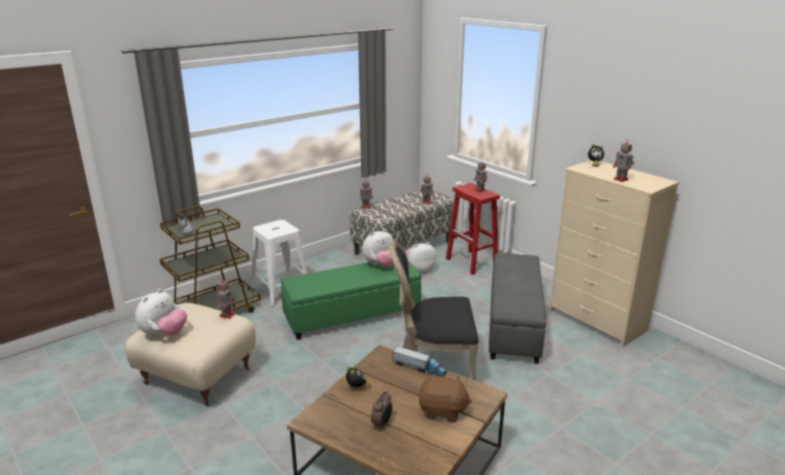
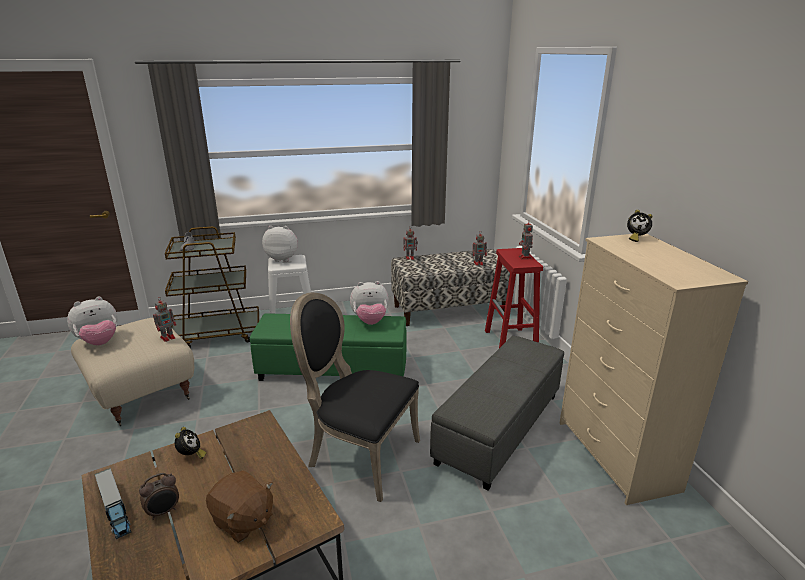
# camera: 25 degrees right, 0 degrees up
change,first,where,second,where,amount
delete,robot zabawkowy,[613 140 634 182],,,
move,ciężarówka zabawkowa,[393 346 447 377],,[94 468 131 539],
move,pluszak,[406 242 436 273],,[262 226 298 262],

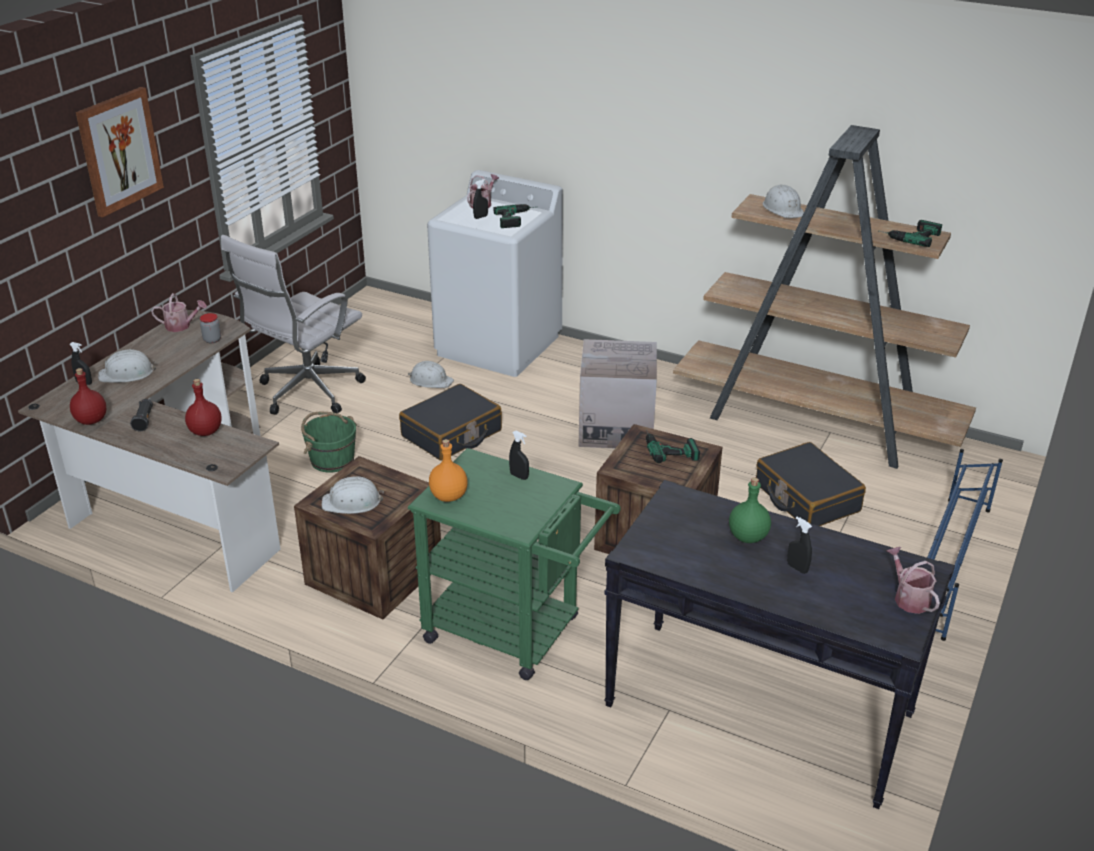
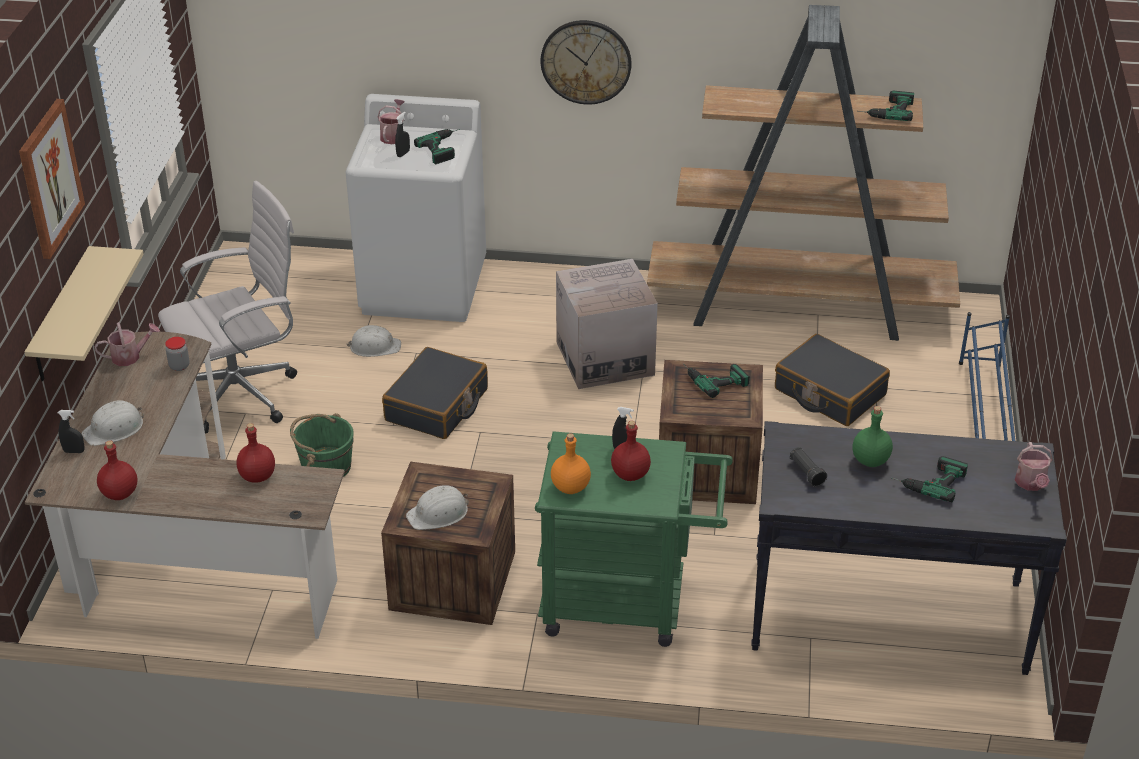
# camera: 20 degrees left, 5 degrees up
change,first,where,second,where,amount
delete,kask (biały),[763 185 804 219],,,
insert,,,półka (beżowy),[25 246 144 381],
insert,,,zegar ścienny,[541 20 632 105],
insert,,,butelka (czerwony),[611 421 651 481],
move,latarka (czarny),[130 399 153 431],,[790 447 827 487],
replace,spryskiwacz (czarny),[787 517 812 574],wiertarka,[890 456 968 502],
rotate,krzesło biurowe (biały),[221 235 366 415],,[158 181 297 433],135 degrees counterclockwise
rotate,konewka,[887 547 940 614],,[1015 442 1053 491],135 degrees counterclockwise

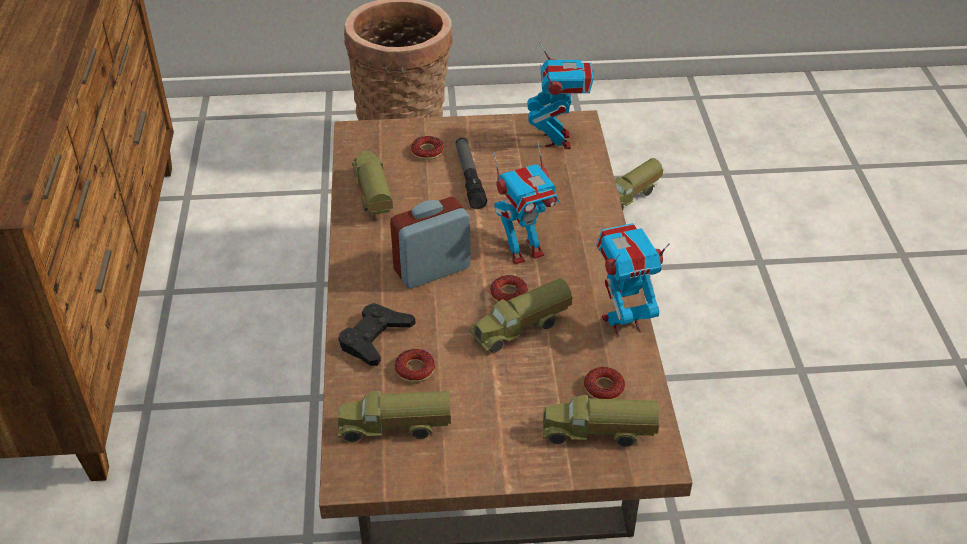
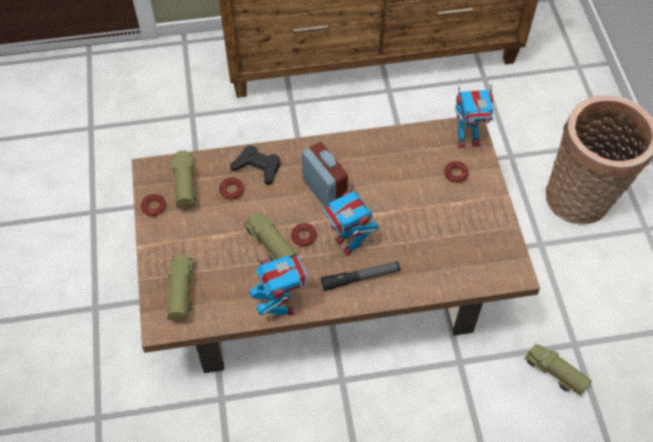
# camera: 85 degrees right, 15 degrees up
change,first,where,second,where,amount
delete,ciężarówka zabawkowa,[352 151 393 215],,,
move,latarka,[456 138 487 209],,[321 261 400 291],
move,robot zabawkowy,[528 41 594 149],,[455 75 493 148],
move,donut,[584 367 625 399],,[141 194 166 217],

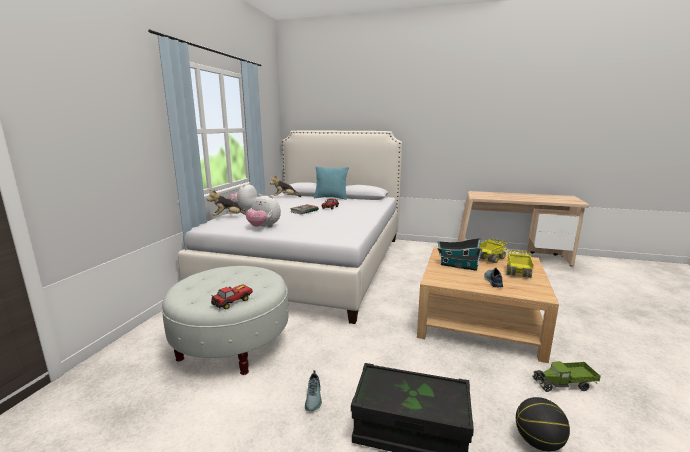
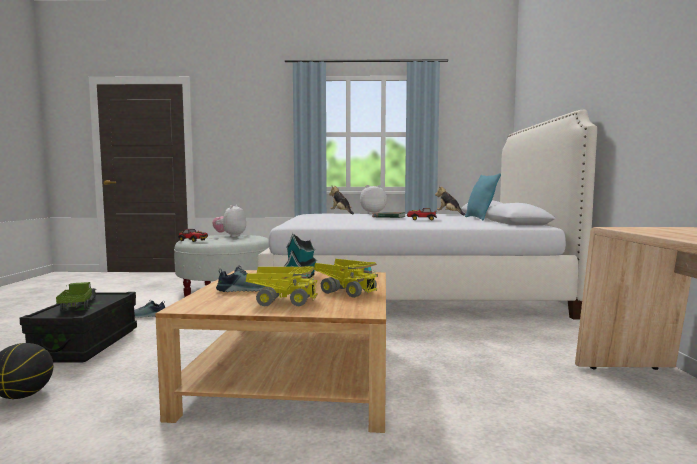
# camera: 75 degrees right, 10 degrees down
change,first,where,second,where,amount
move,pluszak,[246 194 281 227],,[212 205 246 237],
move,ciężarówka zabawkowa,[532 361 601 392],,[56 282 96 312],

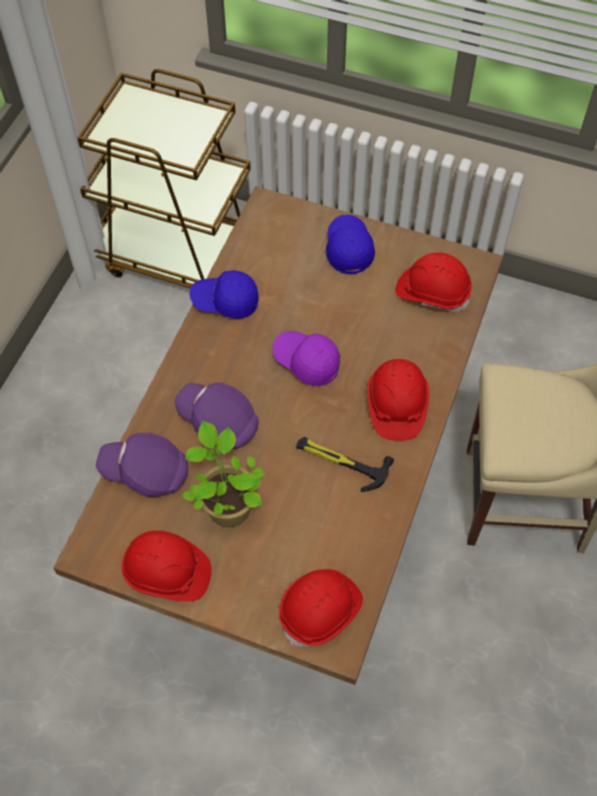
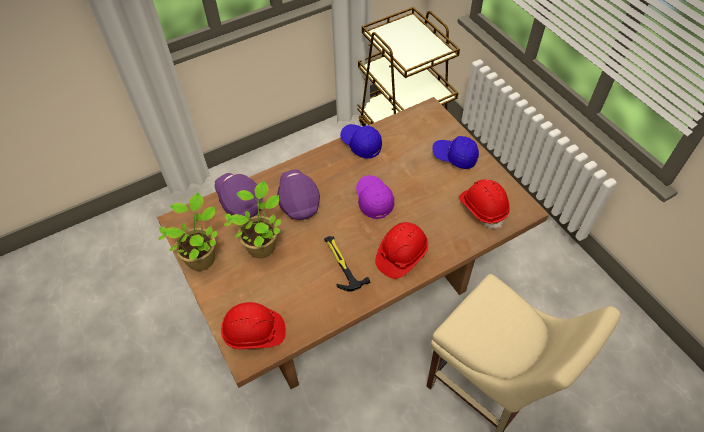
# camera: 40 degrees right, 5 degrees down
change,first,where,second,where,amount
replace,kask (czerwony),[121 531 212 602],roślina doniczkowa,[158 193 217 271],
rotate,czapka z daszkiem (niebieski),[326 214 375 274],,[432 136 479 169],105 degrees counterclockwise

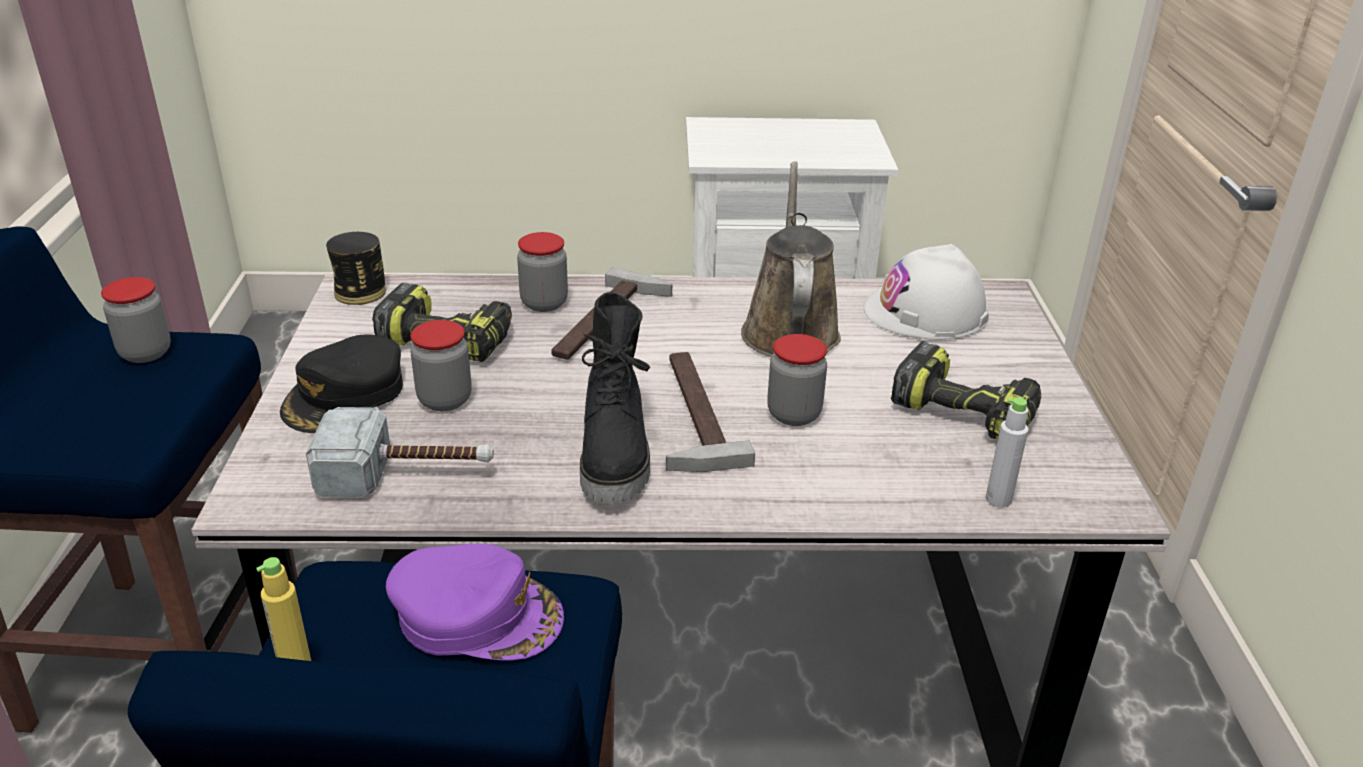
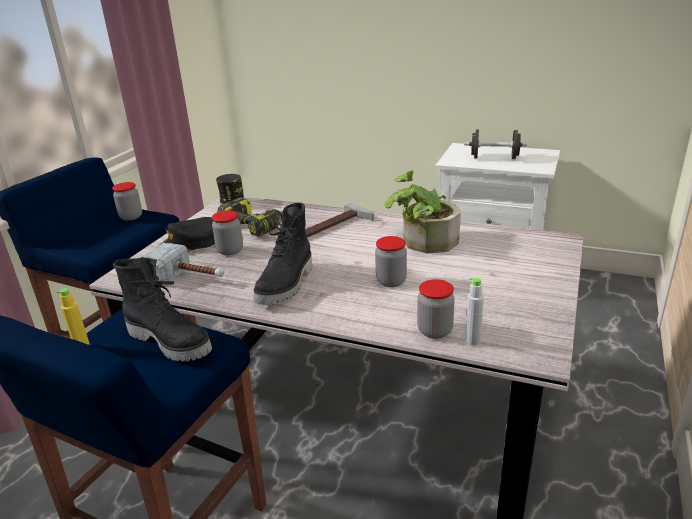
# camera: 25 degrees right, 5 degrees down
change,first,where,second,where,amount
delete,młotek,[666 352 755 472],,,
delete,kask (biały),[863 244 989 340],,,
delete,wiertarka,[891 341 1041 440],,,
insert,,,hantel (czarny),[465 130 527 159],
move,słoik,[517 232 568 312],,[417 279 455 339],
replace,czapka z daszkiem (fioletowy),[386 544 564 660],but z cholewką (czarny),[113 257 212 361],
replace,konewka (brązowy),[741 161 841 357],roślina doniczkowa,[384 170 461 253],

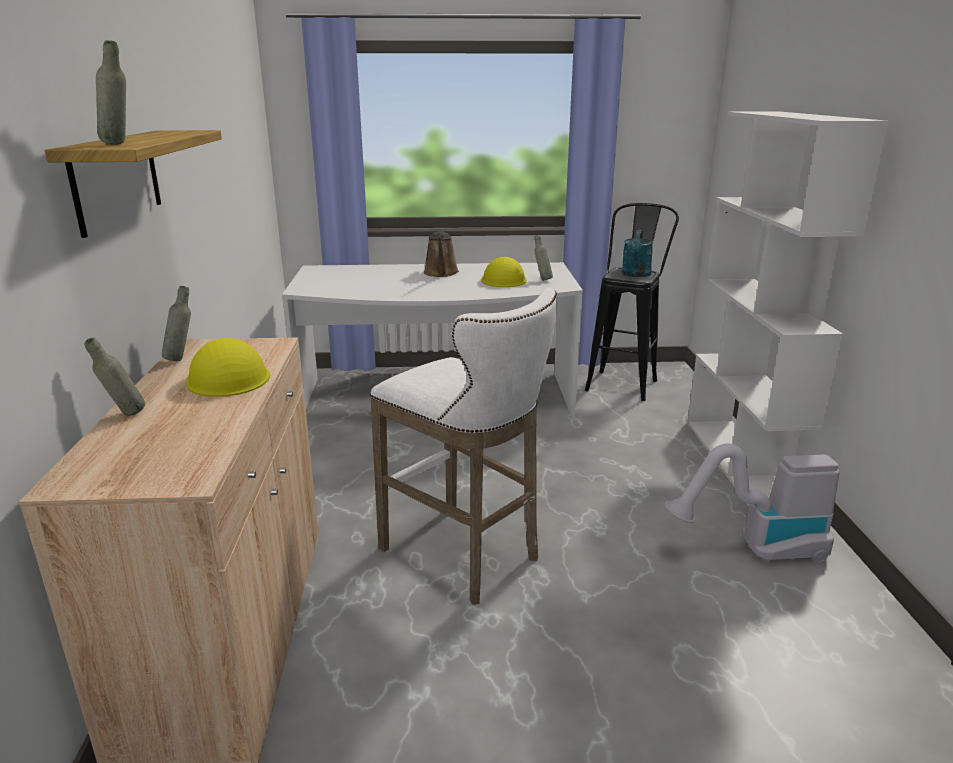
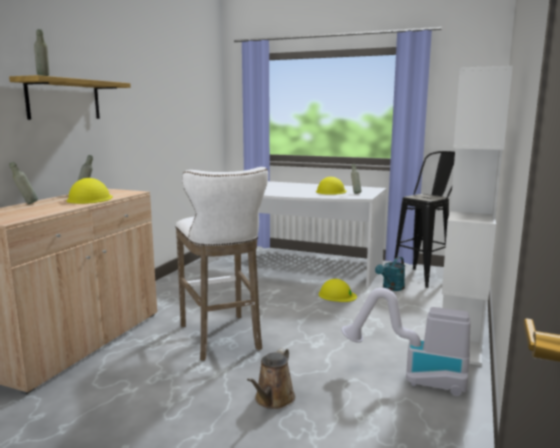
# camera: 25 degrees right, 10 degrees down
change,first,where,second,where,amount
insert,,,kask (żółty),[319 279 357 302],
move,konewka (brązowy),[424 231 459 277],,[247 348 295 409],
move,konewka (turkusowy),[621 230 654 277],,[375 257 405 291],

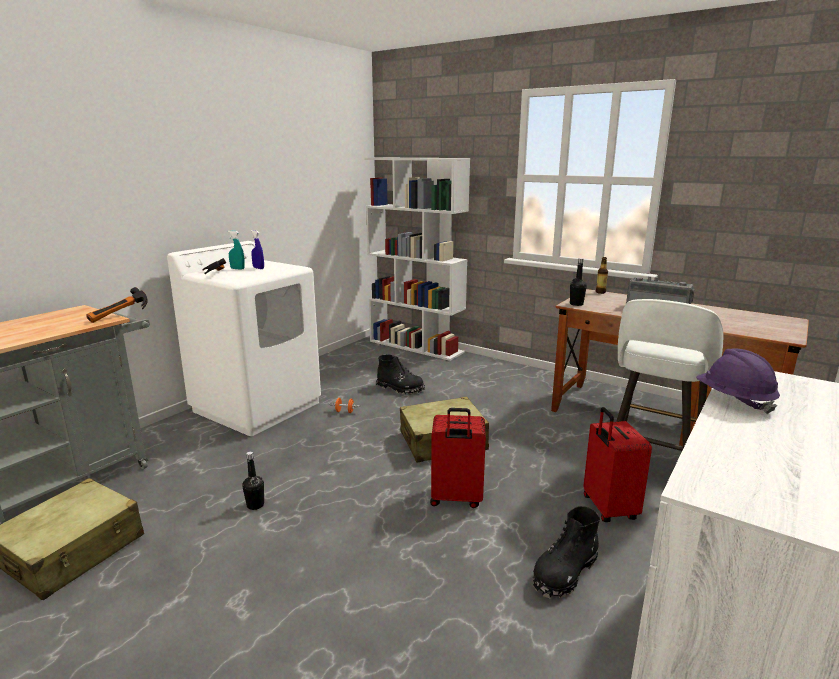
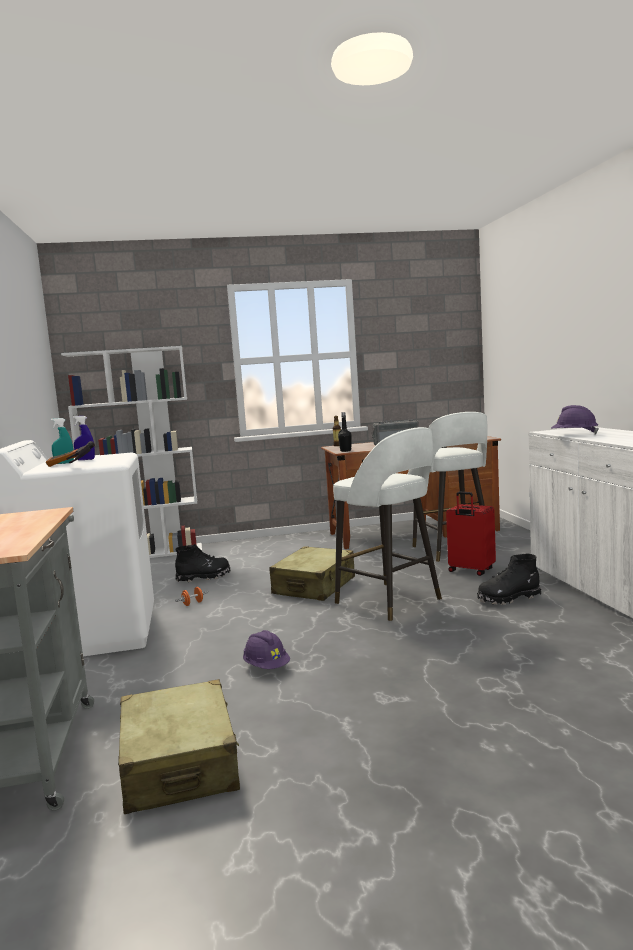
# camera: 45 degrees left, 10 degrees down
change,first,where,second,where,amount
delete,młotek,[86 287 147 323],,,
replace,butelka (czarny),[242 452 264 510],kask (fioletowy),[243 630 290 669],
replace,walizka (czerwony),[430 408 486 508],stołek (biały),[333 427 442 621],
rotate,but z cholewką (czarny),[533 506 600 598],,[477 553 541 605],75 degrees clockwise

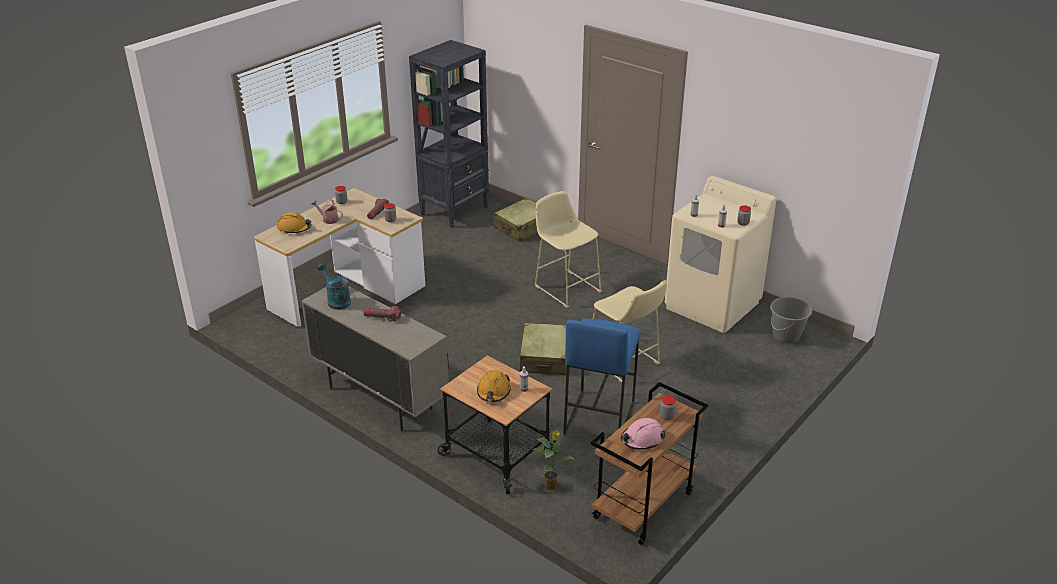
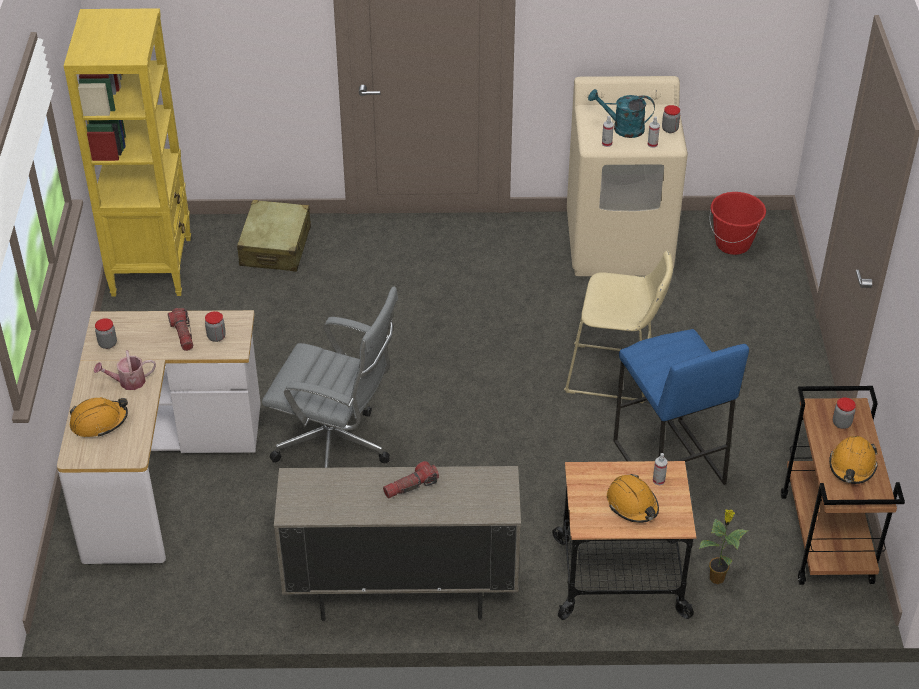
# camera: 40 degrees left, 10 degrees up
change,first,where,second,where,amount
delete,walizka (beżowy),[520 323 566 375],,,
delete,stołek (beżowy),[535 191 602 308],,,
insert,,,krzesło biurowe (szary),[262 286 398 468],
move,konewka (turkusowy),[317 263 351 310],,[588 89 655 138],
recolor,regał (czarny),[409 40 489 228],regał (żółty),[64 8 191 297],
recolor,kask (różowy),[621 418 665 450],kask (pomarańczowy),[829 436 878 484],
recolor,wiadro (szary),[770 297 812 344],wiadro (czerwony),[710 192 766 255],

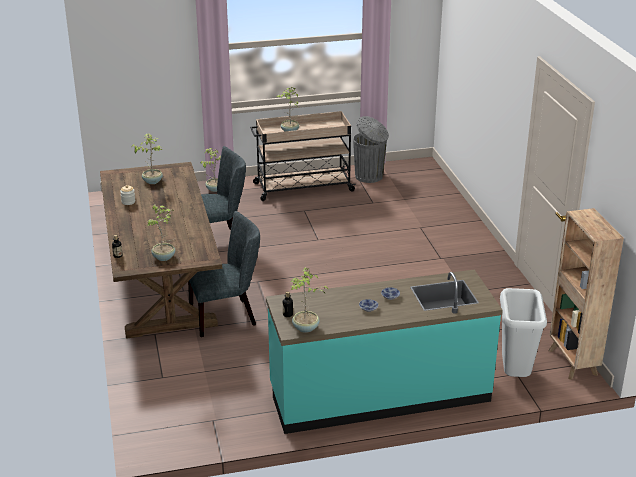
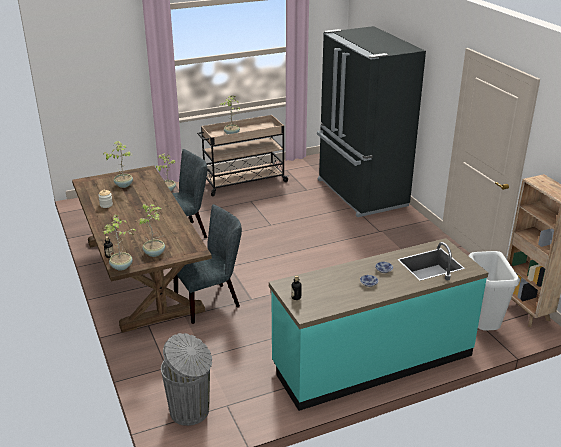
# camera: 10 degrees left, 0 degrees up
change,first,where,second,where,amount
insert,,,lodówka (czarny),[317 26 426 217],
move,roślina doniczkowa,[291 267 329 333],,[103 214 137 271],
move,kosz na śmieci (szary),[353 116 389 183],,[161 333 212 426],

